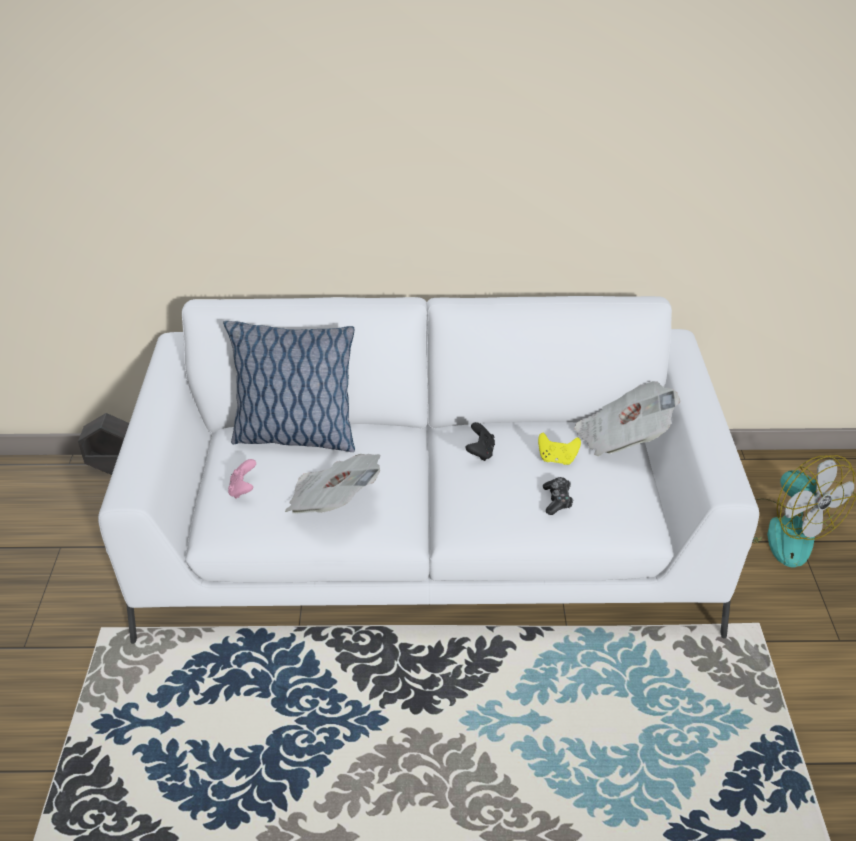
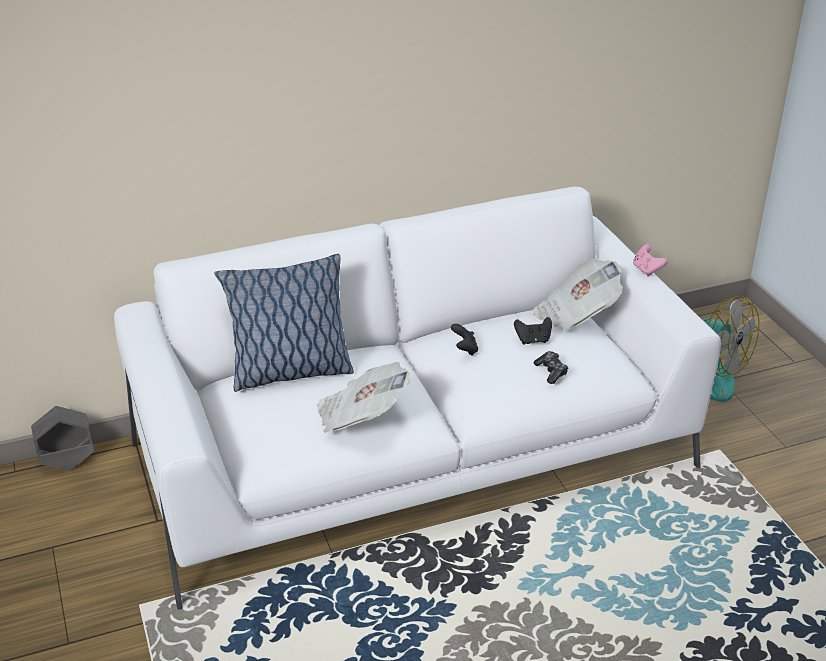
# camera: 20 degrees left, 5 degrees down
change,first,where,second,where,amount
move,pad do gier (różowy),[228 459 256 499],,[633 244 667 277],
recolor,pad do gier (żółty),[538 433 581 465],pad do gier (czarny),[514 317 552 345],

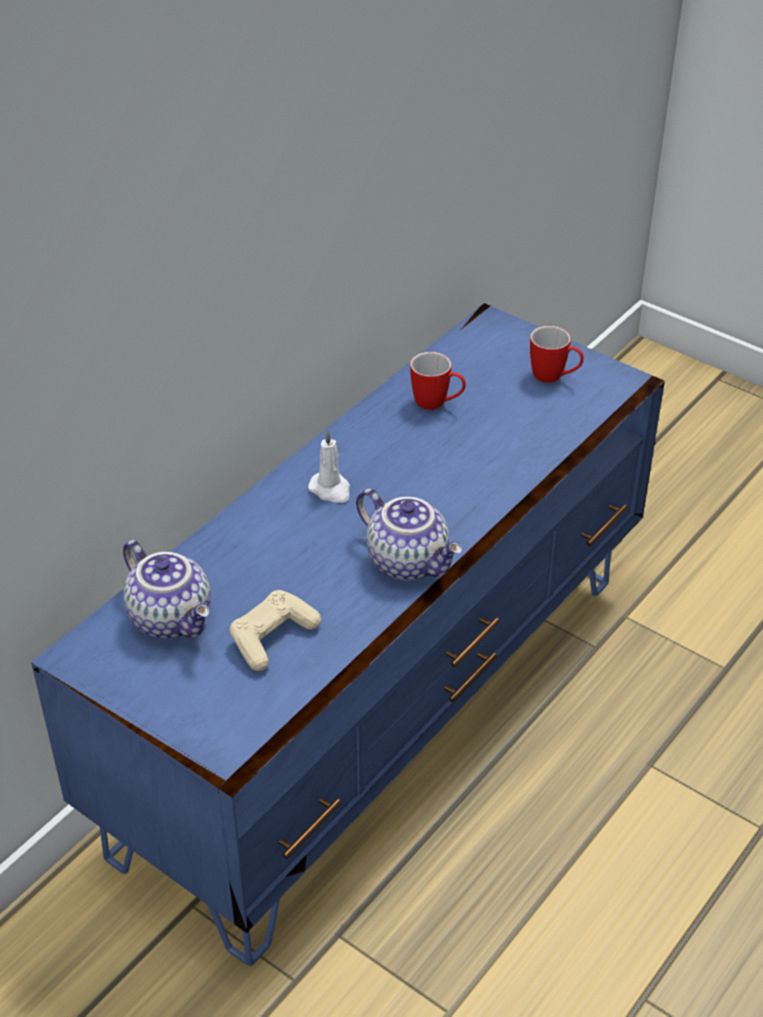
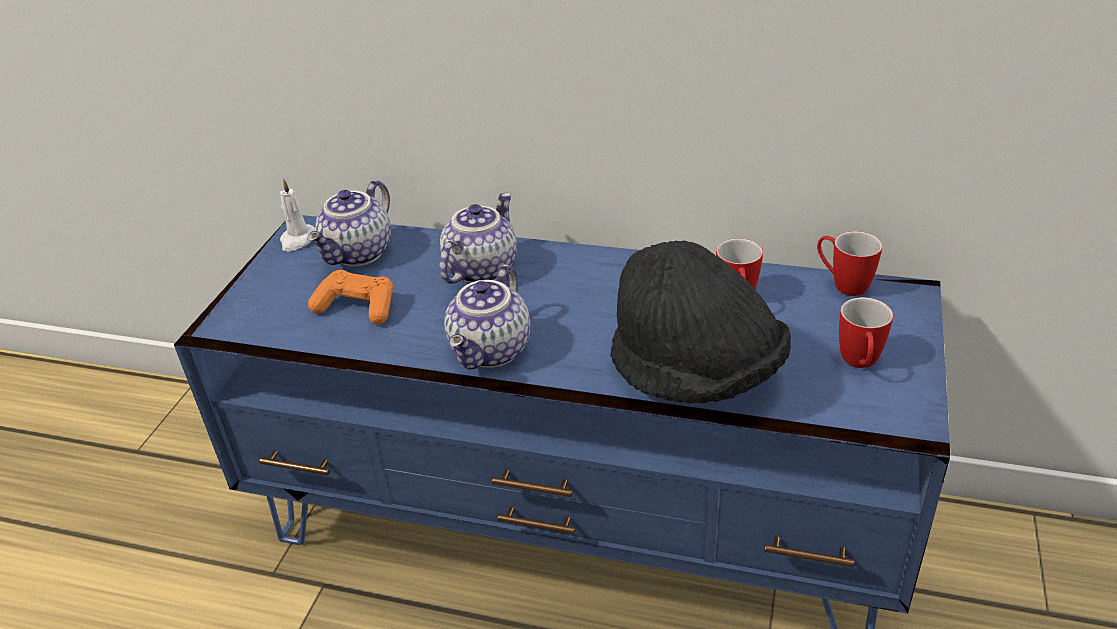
# camera: 70 degrees right, 5 degrees down
change,first,where,second,where,amount
insert,,,imbryk,[439 193 517 284],
insert,,,kapelusz (czarny),[610 241 791 404],
insert,,,kubek,[817 231 883 296],
move,świeca (biały),[308 431 350 503],,[280 178 315 252],
recolor,pad do gier (beżowy),[229 590 321 671],pad do gier (pomarańczowy),[308 270 393 325],

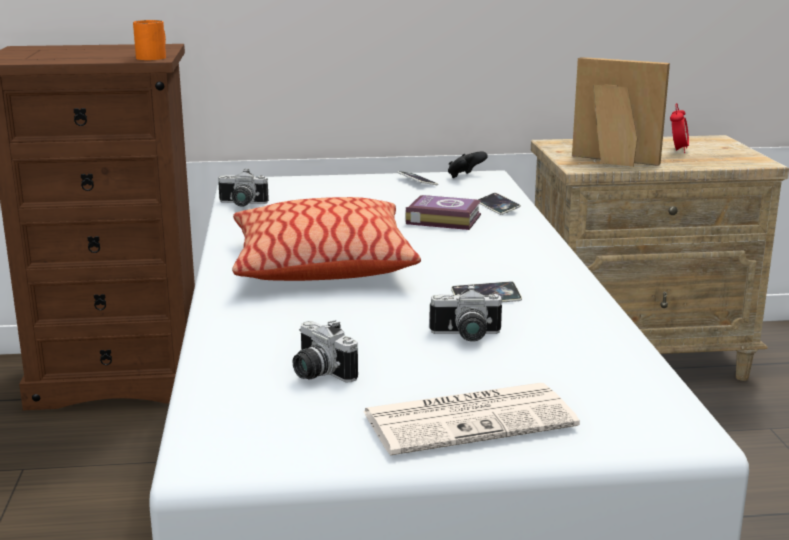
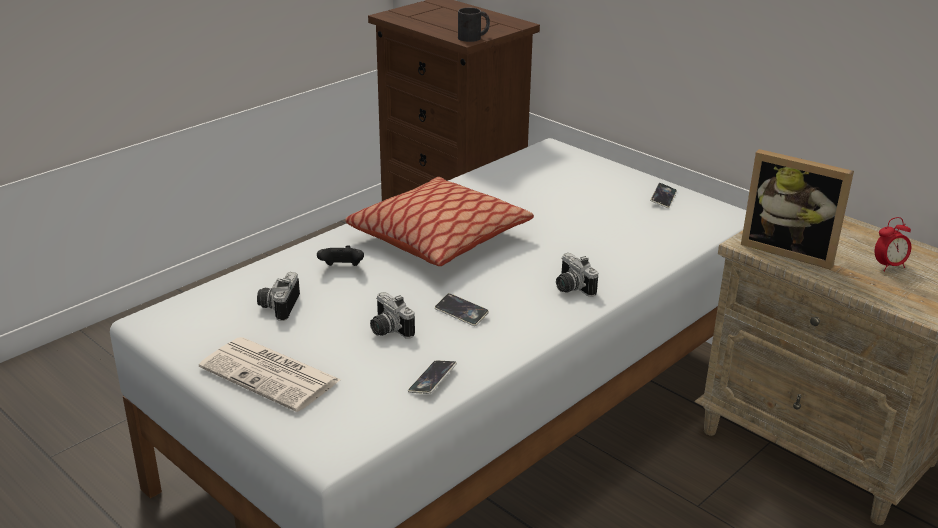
# camera: 50 degrees right, 10 degrees up
change,first,where,second,where,amount
delete,książka,[405 195 481 230],,,
move,aparat fotograficzny,[218 169 269 207],,[556 253 598 297],
move,pad do gier (czarny),[448 151 488 178],,[317 245 364 266],
move,telefon,[478 193 521 215],,[408 360 457 394],
recolor,kubek (pomarańczowy),[133 20 166 60],kubek (czarny),[458 8 490 42],
rotate,ramka na zdjęcie,[572 57 670 167],,[741 149 854 270],135 degrees clockwise

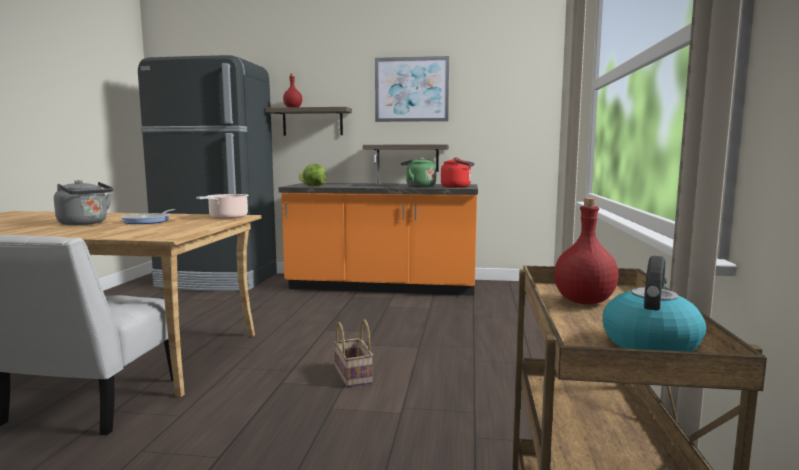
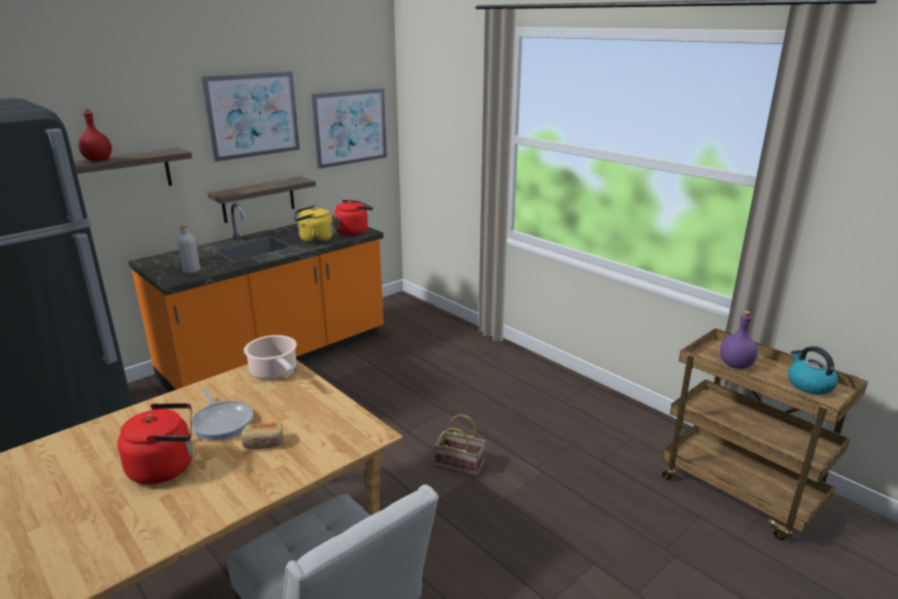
# camera: 50 degrees left, 15 degrees up
change,first,where,second,where,amount
insert,,,chleb,[241 423 283 449],
insert,,,obraz,[311 88 387 169],
replace,sałata,[299 164 326 186],butelka (szary),[177 224 200 273],
recolor,czajnik (szary),[54 180 113 225],czajnik (czerwony),[117 403 193 485],
recolor,czajnik (zielony),[400 157 436 187],czajnik (żółty),[294 205 333 243],
recolor,butelka (czerwony),[554 198 618 304],butelka (fioletowy),[720 311 758 369],

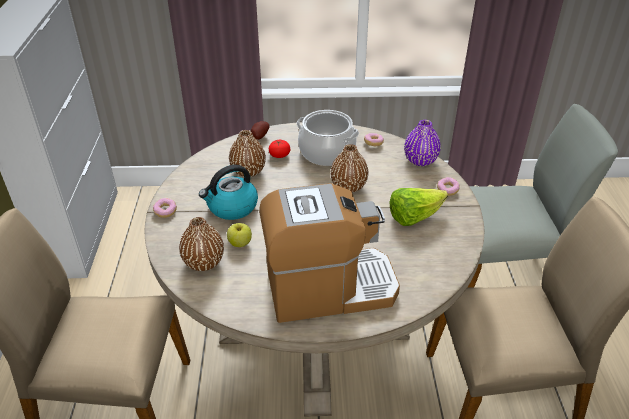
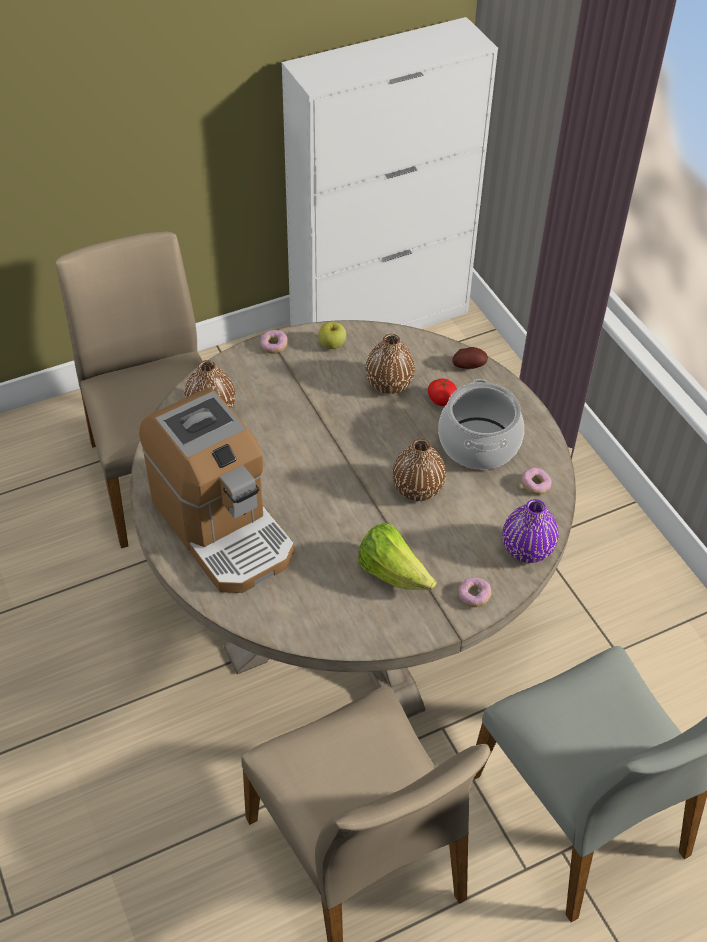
# camera: 65 degrees right, 10 degrees up
change,first,where,second,where,amount
delete,czajnik,[199 165 258 220],,,
move,jabłko,[227 223 252 247],,[318 322 346 349],

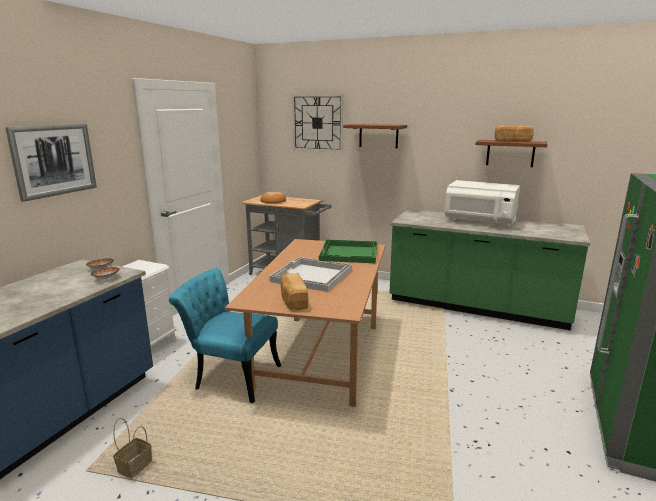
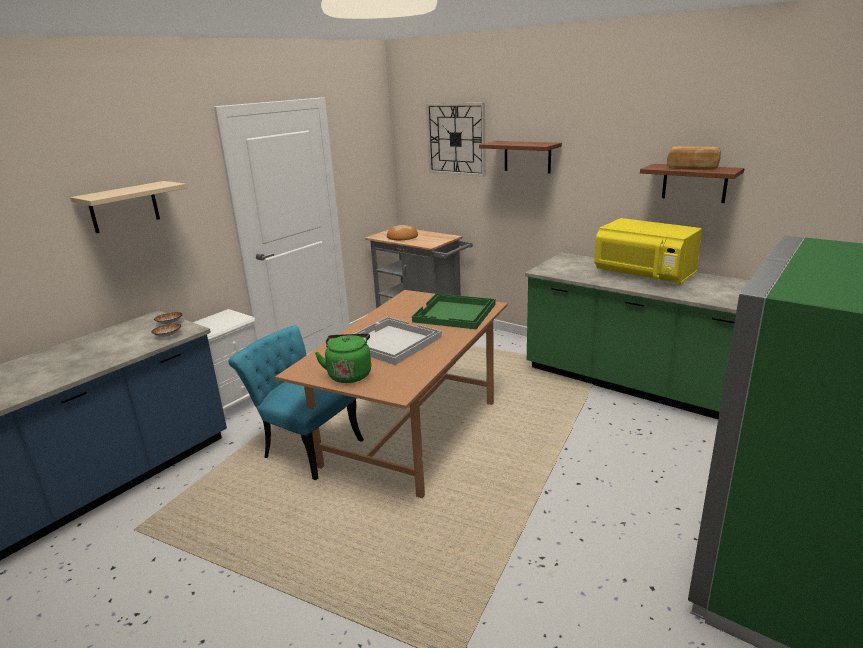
# camera: 15 degrees right, 5 degrees up
change,first,where,second,where,amount
delete,koszyk,[113 418 152 479],,,
replace,obraz,[5 124 97 202],półka (beżowy),[70 181 186 233],
replace,chleb,[281 273 308 310],czajnik (zielony),[315 333 371 383],
recolor,mikrofalówka (biały),[445 180 520 226],mikrofalówka (żółty),[594 218 702 284],

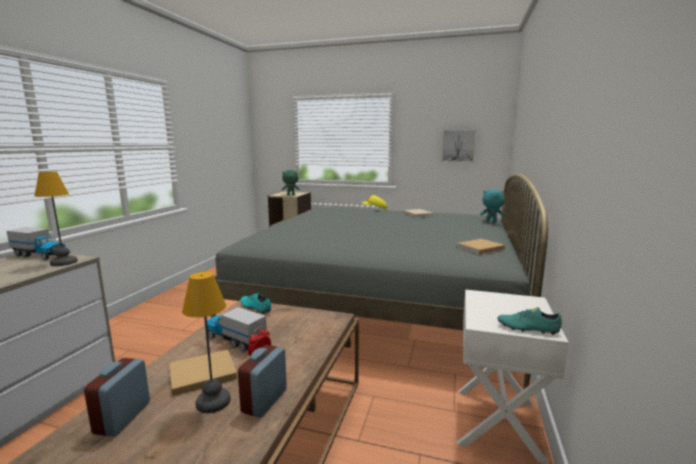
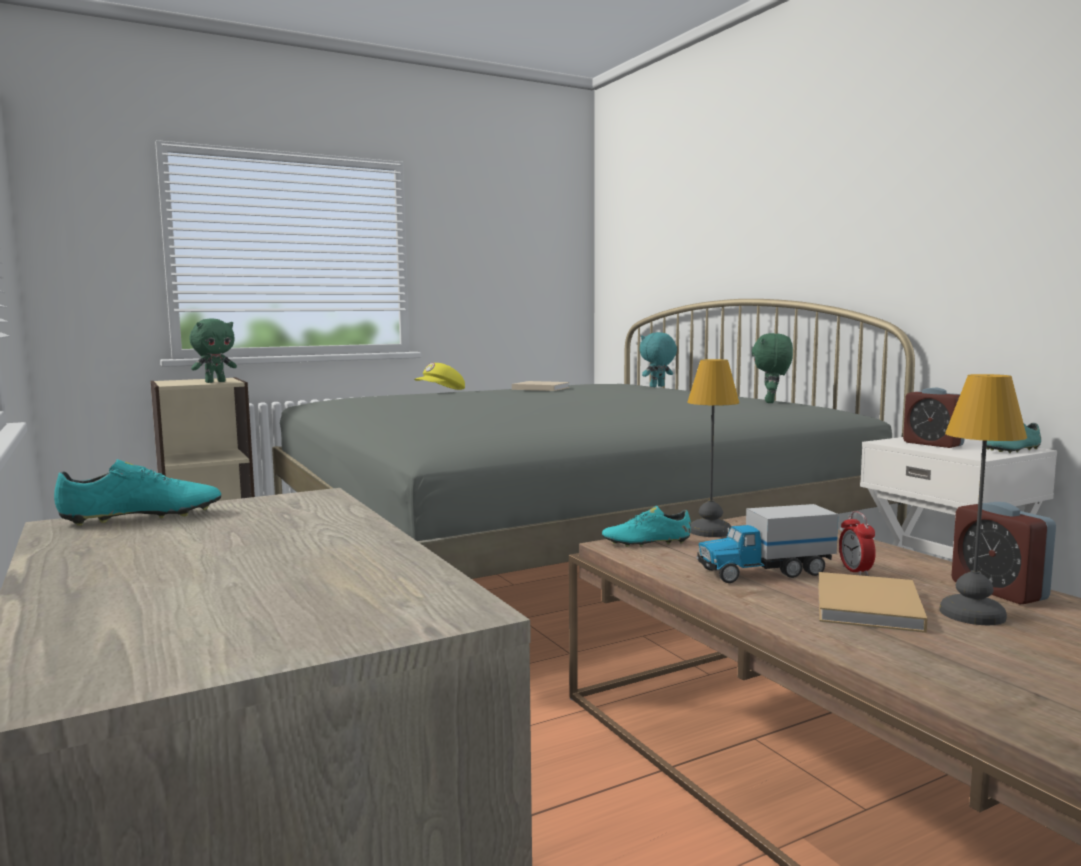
# camera: 45 degrees left, 5 degrees down
change,first,where,second,where,amount
delete,obraz,[442 130 476 162],,,
move,lampa stołowa,[35 171 78 266],,[687 359 739 537],
move,budzik,[84 358 150 437],,[903 388 964 448],
replace,ciężarówka zabawkowa,[6 227 66 260],but (turkusowy),[54 459 221 526],
replace,książka (beżowy),[457 239 505 254],pluszak (zielony),[752 333 793 403],

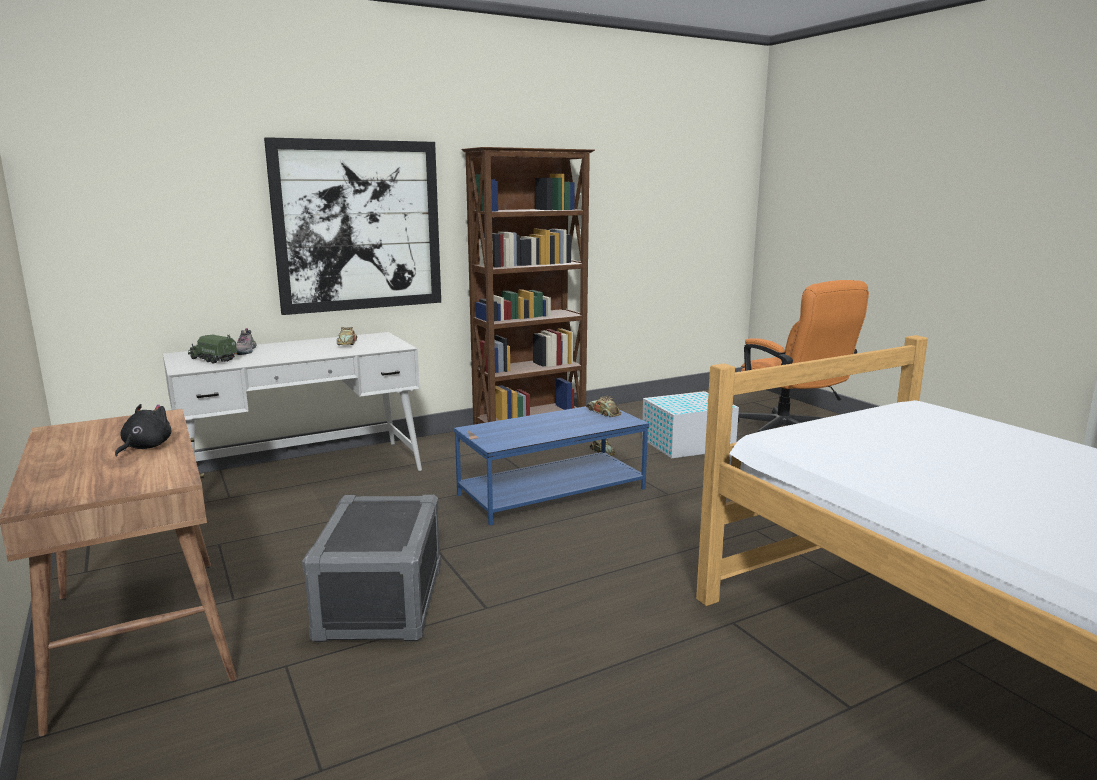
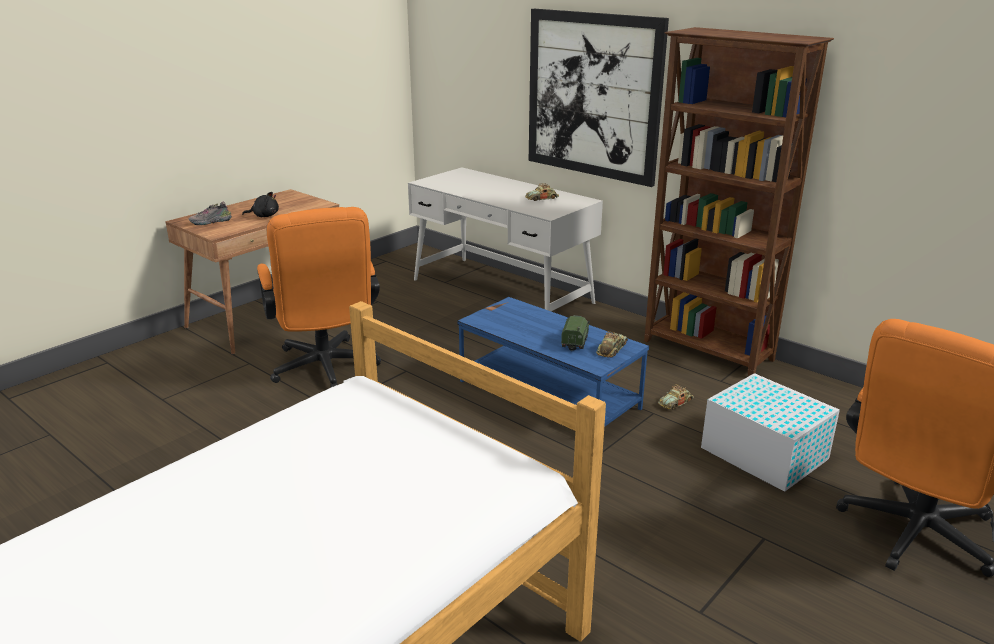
# camera: 70 degrees right, 10 degrees up
change,first,where,second,where,amount
move,ciężarówka zabawkowa,[188 334 237 363],,[561 315 590 351],
move,but,[236 328 257 355],,[189 202 232 225],
replace,pojemnik do przechowywania (szary),[302 495 441 642],krzesło biurowe (pomarańczowy),[257 207 381 387],

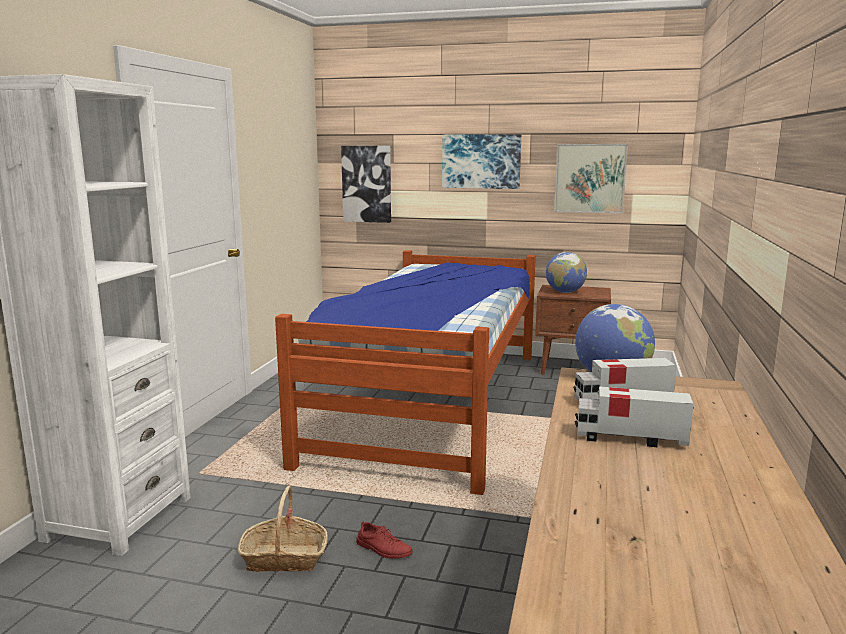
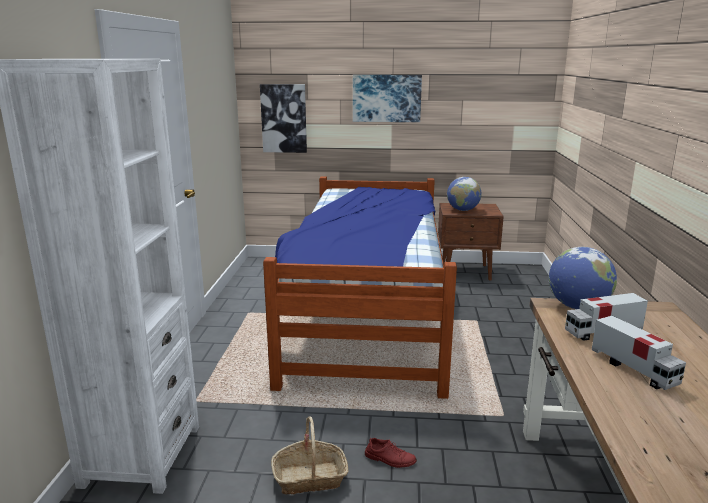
# camera: 10 degrees left, 5 degrees up
change,first,where,second,where,amount
delete,obraz,[554 144 628 214],,,
rotate,ciężarówka zabawkowa,[574 386 694 447],,[592 316 686 390],120 degrees counterclockwise

